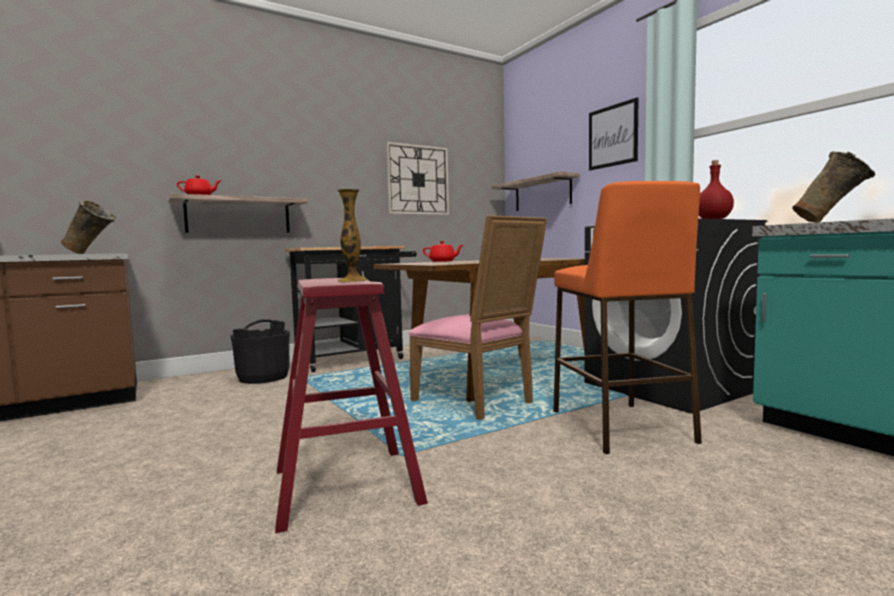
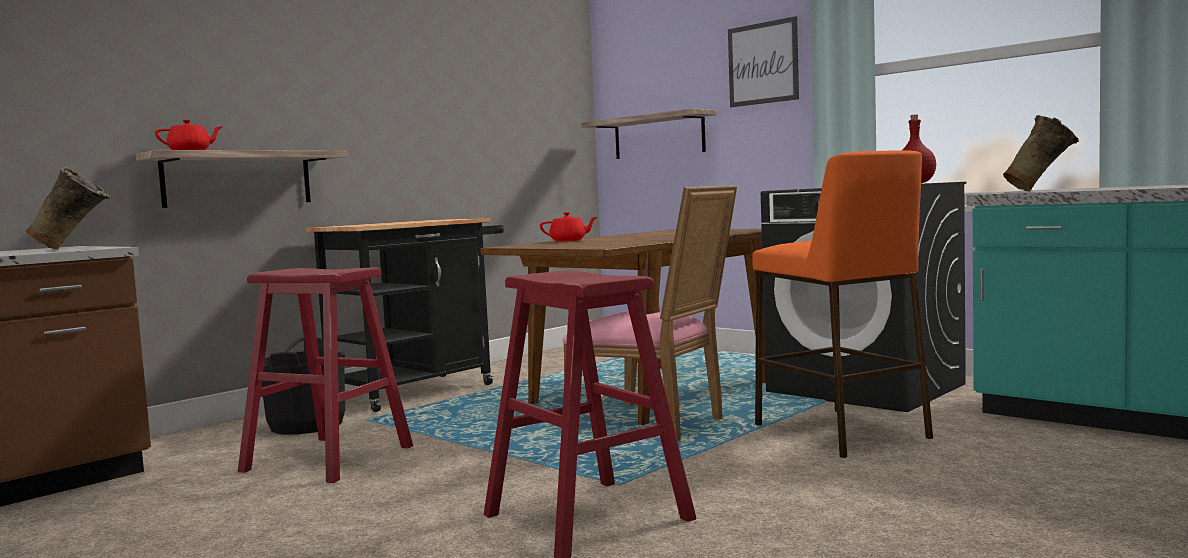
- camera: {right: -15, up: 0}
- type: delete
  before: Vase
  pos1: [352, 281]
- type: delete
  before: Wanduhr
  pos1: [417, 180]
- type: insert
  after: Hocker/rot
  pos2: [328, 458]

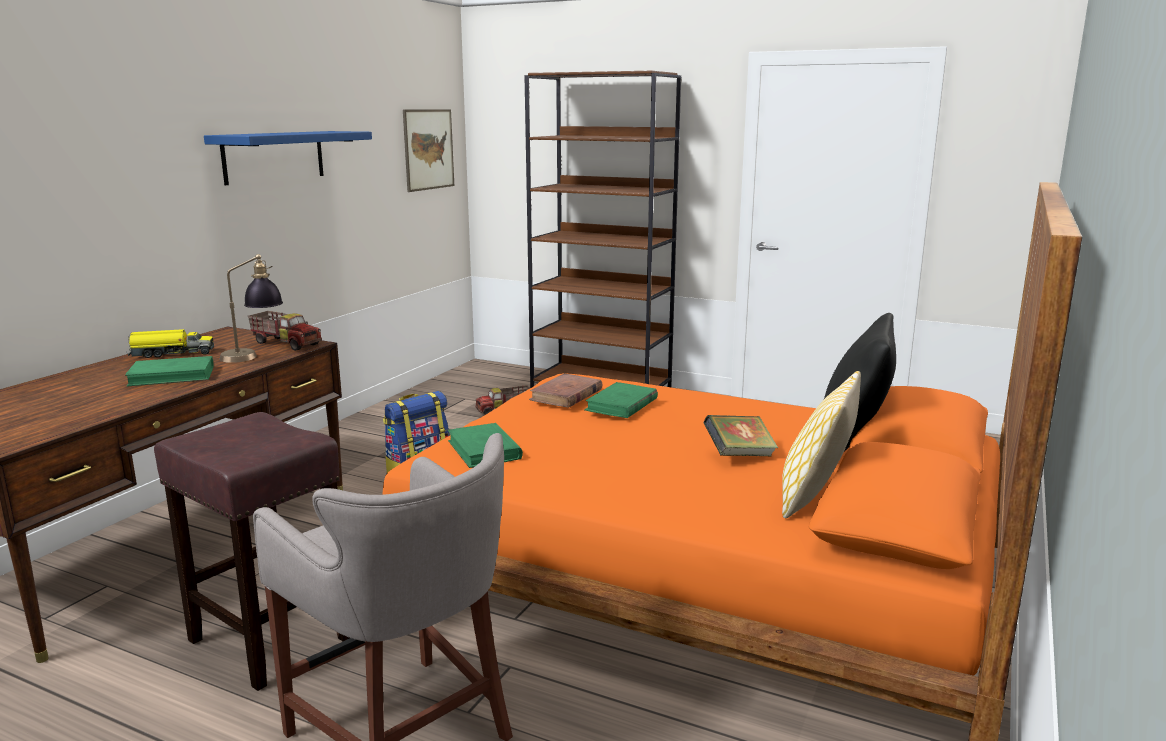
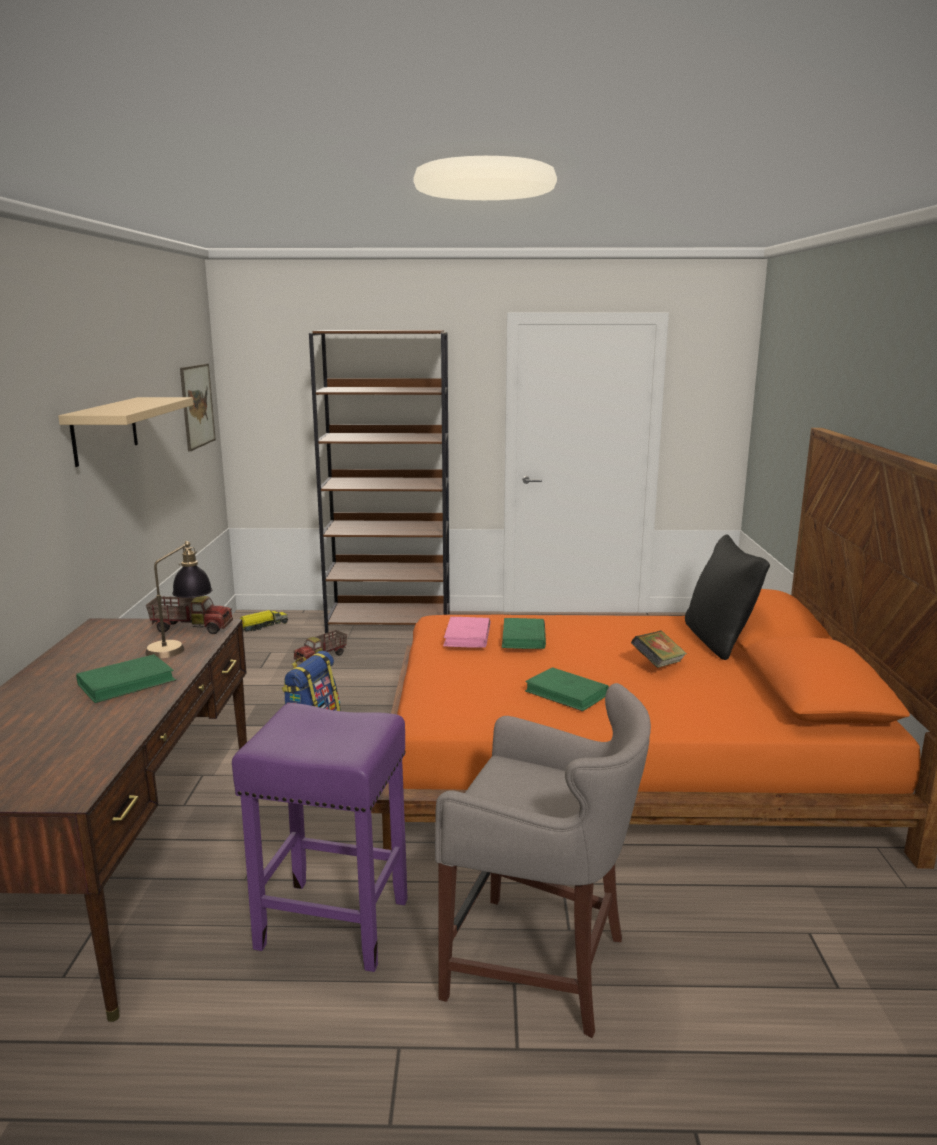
- camera: {right: -25, up: 0}
- type: delete
  before: Kissen
  pos1: [815, 498]
- type: move
  before: Spielzeuglaster
  pos1: [171, 354]
  pos2: [263, 626]
- type: move
  before: Buch/grün
  pos1: [484, 450]
  pos2: [567, 693]
- type: recolor
  before: Hocker/braun
  after: Hocker/lila
  pos1: [267, 639]
  pos2: [330, 924]
- type: recolor
  before: Wandregal/blau
  after: Wandregal/beige
  pos1: [274, 156]
  pos2: [105, 430]
- type: recolor
  before: Buch/braun
  after: Buch/rosa
  pos1: [566, 395]
  pos2: [467, 636]

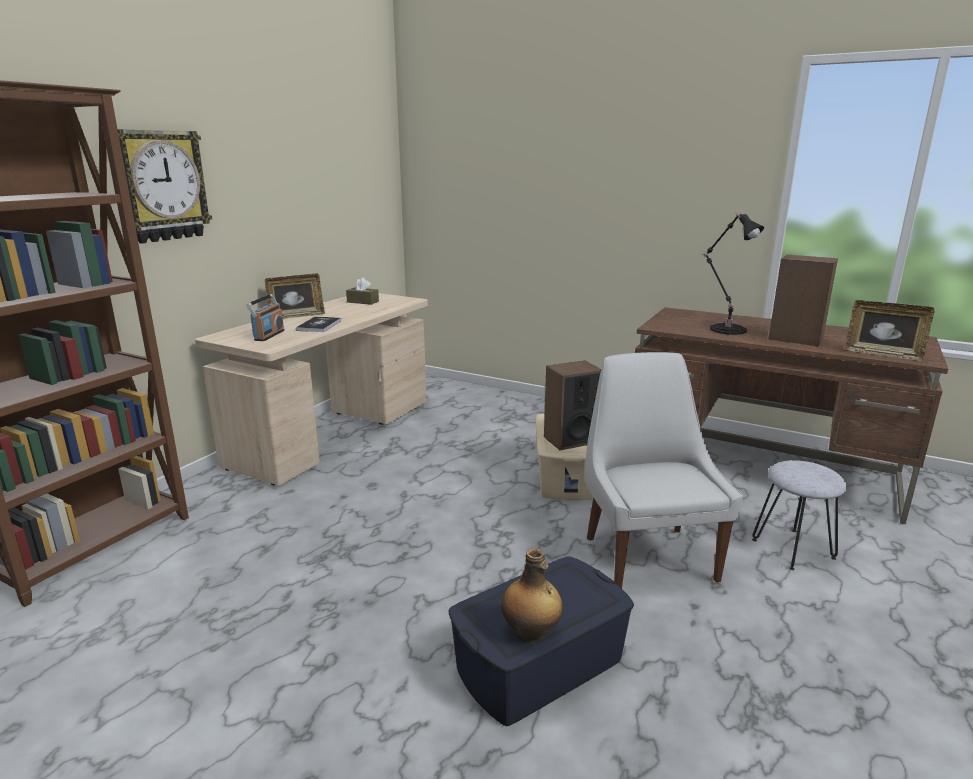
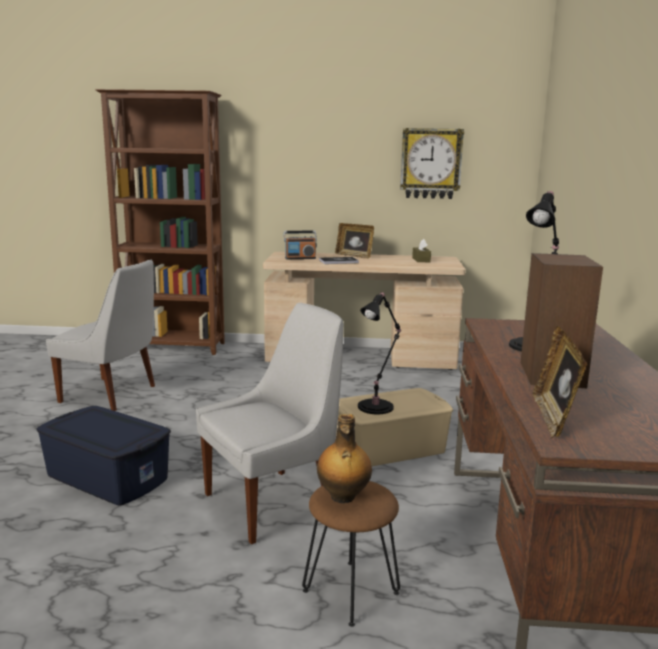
- camera: {right: 65, up: -5}
- type: insert
  after: Stuhl/weiß
  pos2: [111, 394]
- type: move
  before: Wanduhr
  pos1: [161, 186]
  pos2: [431, 163]
- type: move
  before: Flasche
  pos1: [531, 634]
  pos2: [342, 497]
- type: replace
  before: Lautsprecher
  after: Tischlampe/schwarz
  pos1: [570, 440]
  pos2: [377, 406]
- type: recolor
  before: Hocker/grau
  after: Hocker/braun
  pos1: [792, 549]
  pos2: [350, 591]

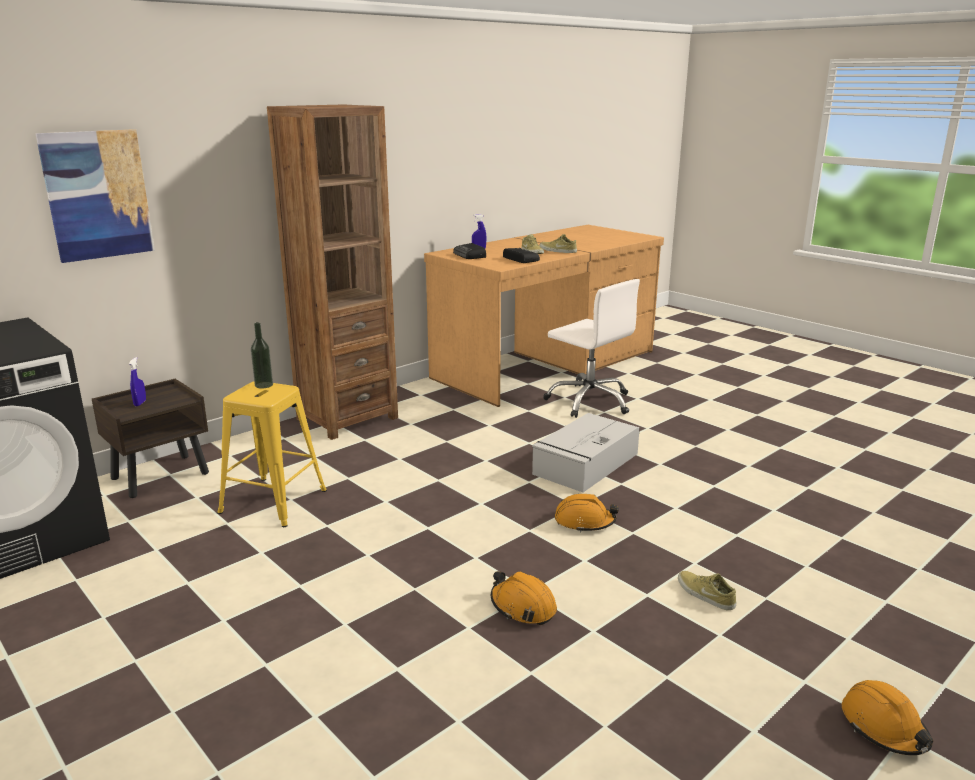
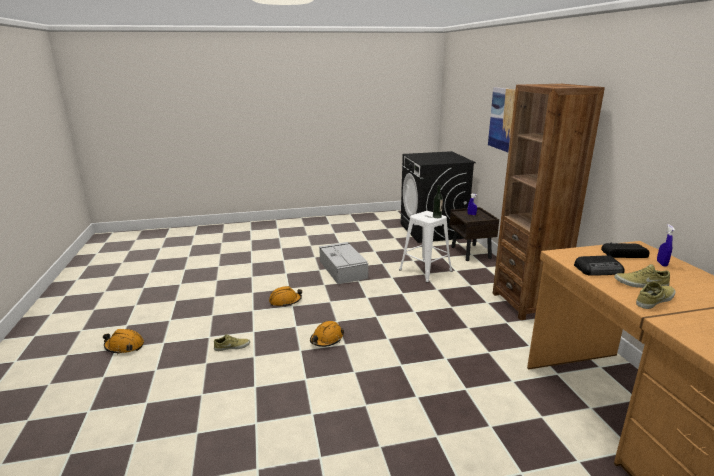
- camera: {right: 120, up: 0}
- type: delete
  before: Bürostuhl/weiß
  pos1: [589, 401]
- type: move
  before: Aufbewahrungsbox/grau
  pos1: [585, 464]
  pos2: [342, 269]
- type: recolor
  before: Hocker/gelb
  after: Hocker/weiß
  pos1: [273, 500]
  pos2: [426, 270]

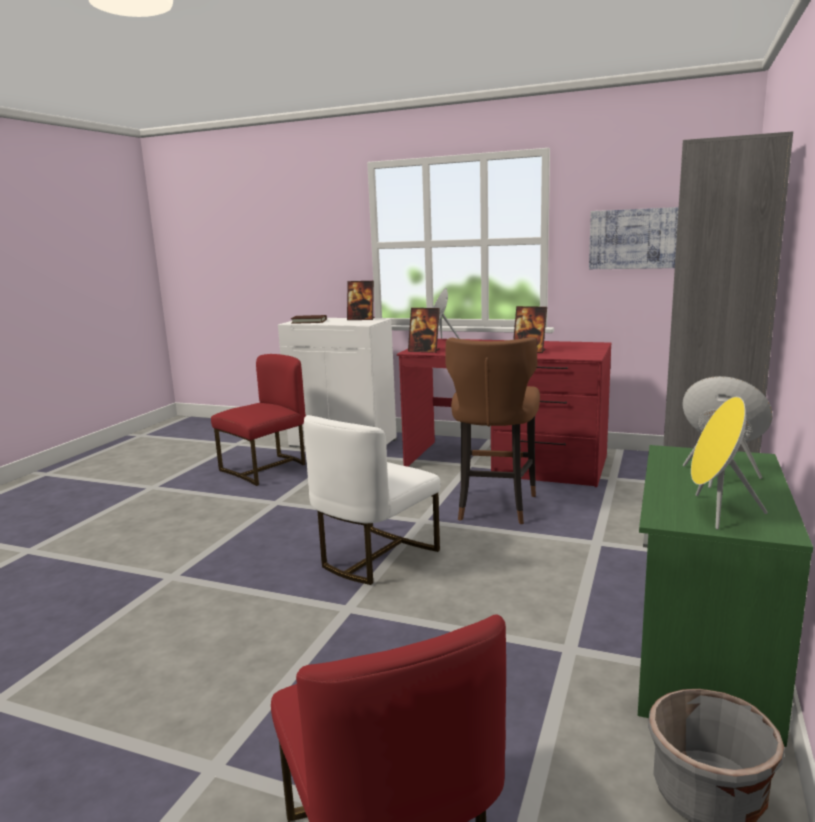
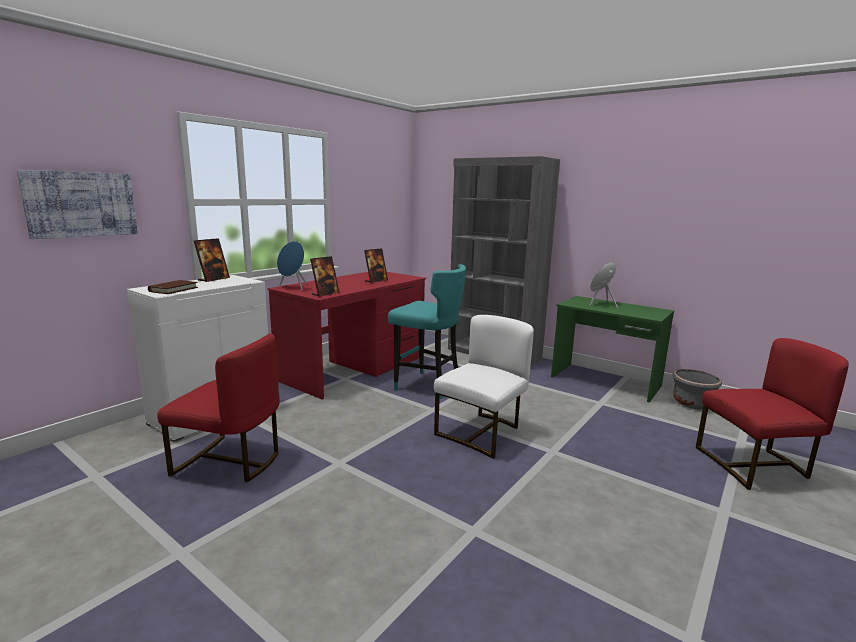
- camera: {right: -75, up: 0}
- type: delete
  before: Lautsprecher/gelb
  pos1: [716, 512]
- type: move
  before: Bild
  pos1: [634, 239]
  pos2: [81, 204]
- type: recolor
  before: Hocker/braun
  after: Hocker/türkis
  pos1: [494, 506]
  pos2: [427, 386]
- type: rotate
  before: Stuhl/rot
  pos1: [266, 468]
  pos2: [230, 461]
  turn: 135
- type: rotate
  before: Stuhl/weiß
  pos1: [375, 557]
  pos2: [481, 433]
  turn: -105

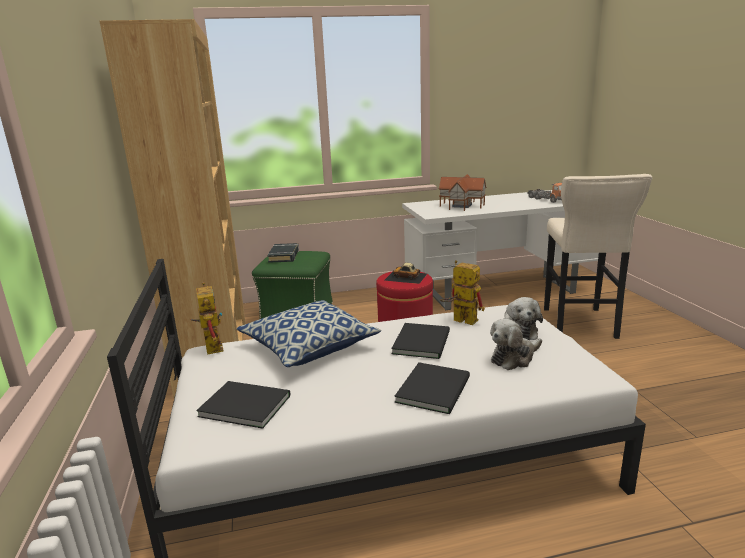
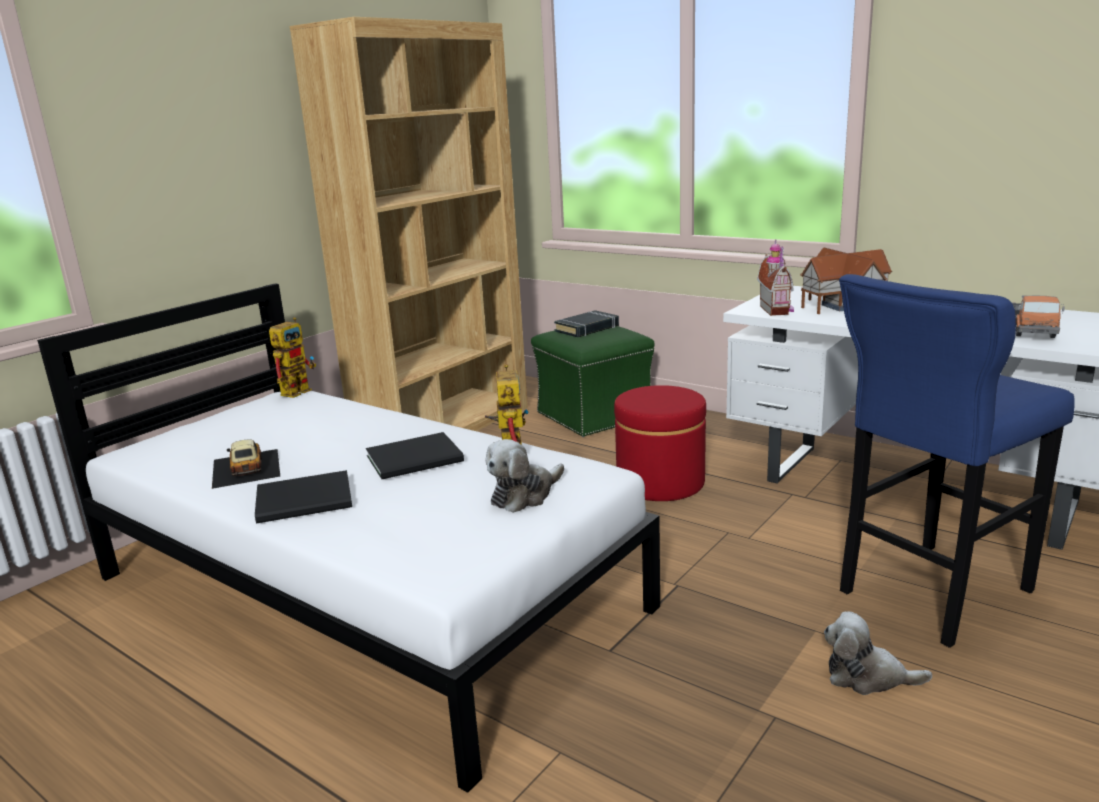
- camera: {right: 50, up: 0}
- type: delete
  before: Buch/schwarz
  pos1: [244, 404]
- type: delete
  before: Kissen
  pos1: [309, 347]
- type: insert
  after: Spielzeughaus
  pos2: [778, 310]
- type: move
  before: Spielzeugauto
  pos1: [406, 277]
  pos2: [245, 468]
- type: move
  before: Plüschtier
  pos1: [514, 358]
  pos2: [867, 676]
- type: recolor
  before: Hocker/beige
  after: Hocker/blau
  pos1: [579, 325]
  pos2: [929, 595]

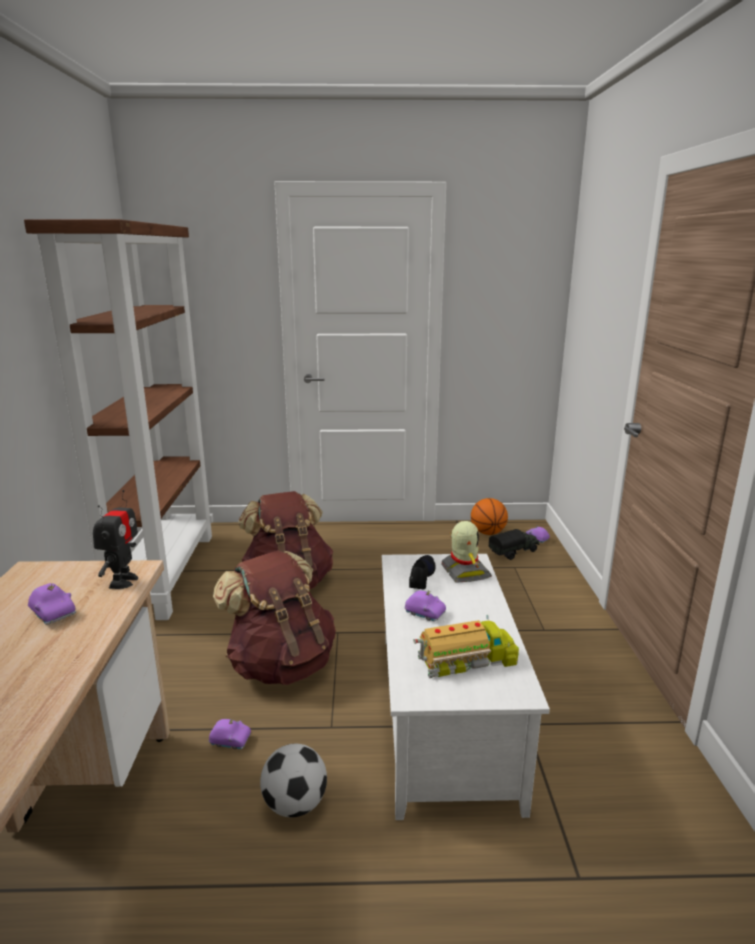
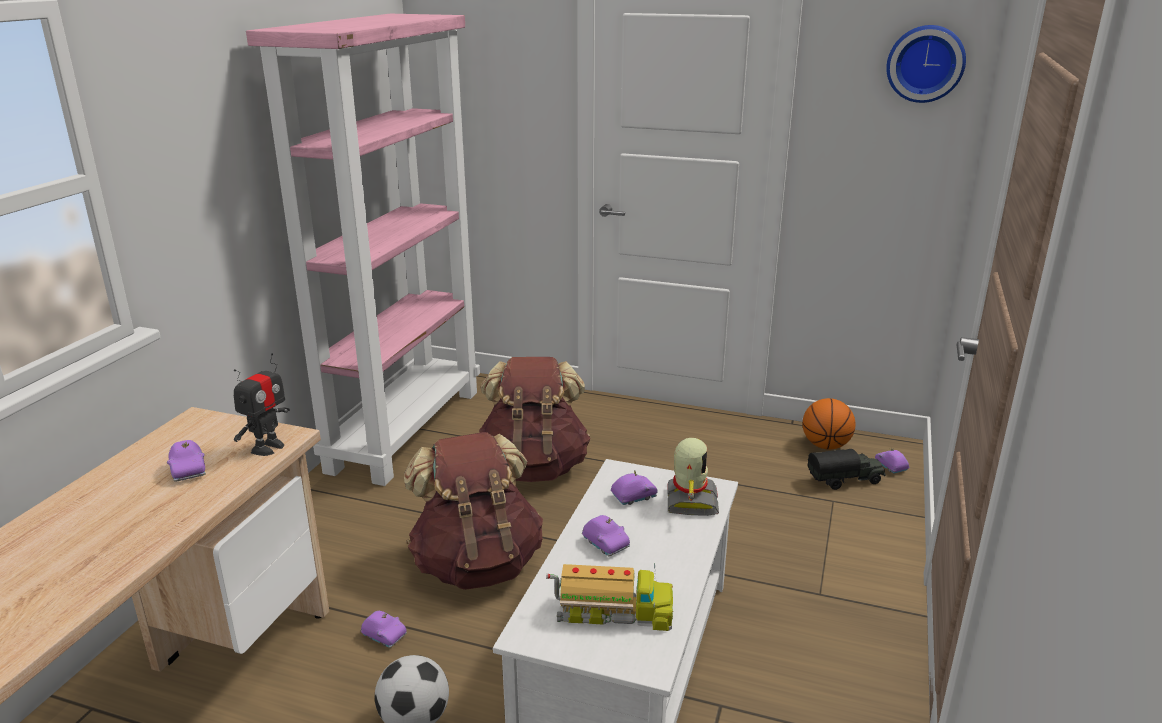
- camera: {right: 20, up: 5}
- type: insert
  after: Wanduhr
  pos2: [925, 63]
- type: replace
  before: Schuh/schwarz
  after: Spielzeugauto/lila
  pos1: [421, 576]
  pos2: [633, 496]
- type: recolor
  before: Bücherregal/braun
  after: Bücherregal/rosa
  pos1: [164, 572]
  pos2: [405, 428]

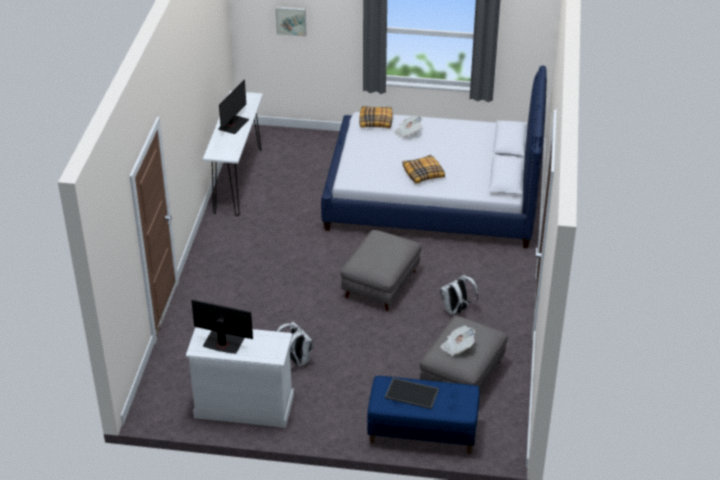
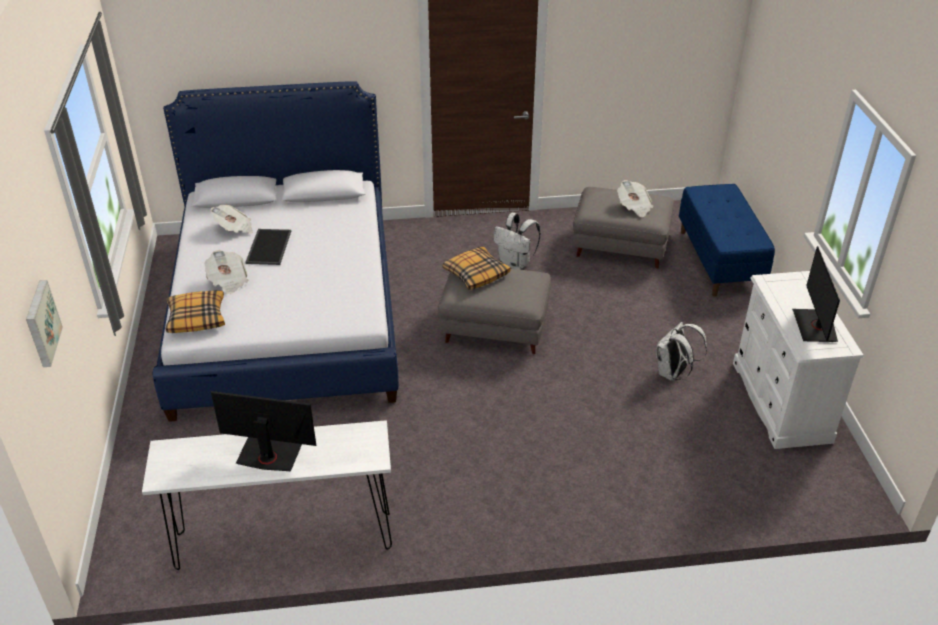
- camera: {right: -105, up: 0}
- type: insert
  after: Zeitung
  pos2: [234, 228]
- type: move
  before: Tablett
  pos1: [412, 393]
  pos2: [268, 246]
- type: move
  before: Kissen
  pos1: [423, 173]
  pos2: [476, 274]

